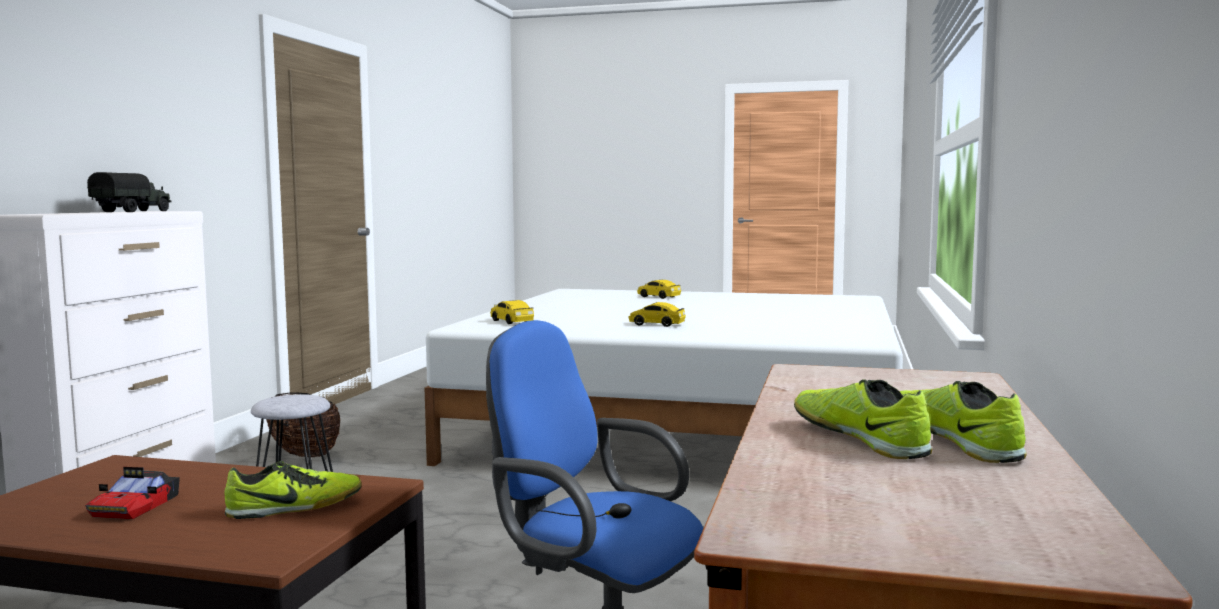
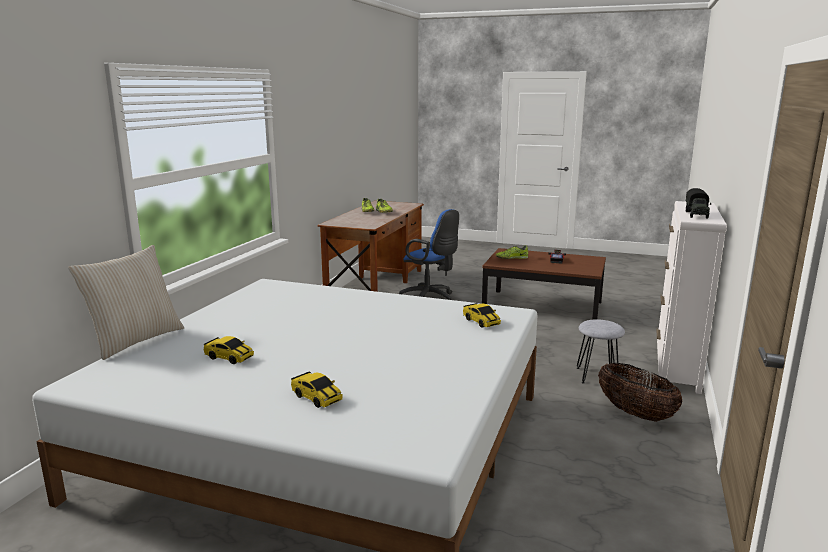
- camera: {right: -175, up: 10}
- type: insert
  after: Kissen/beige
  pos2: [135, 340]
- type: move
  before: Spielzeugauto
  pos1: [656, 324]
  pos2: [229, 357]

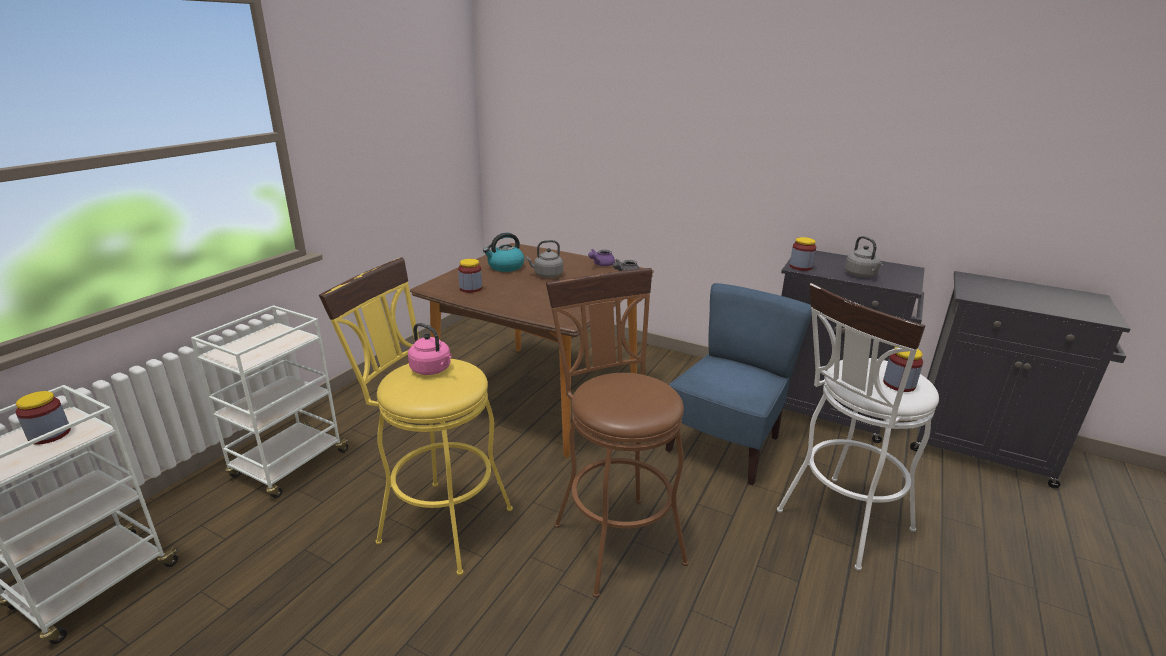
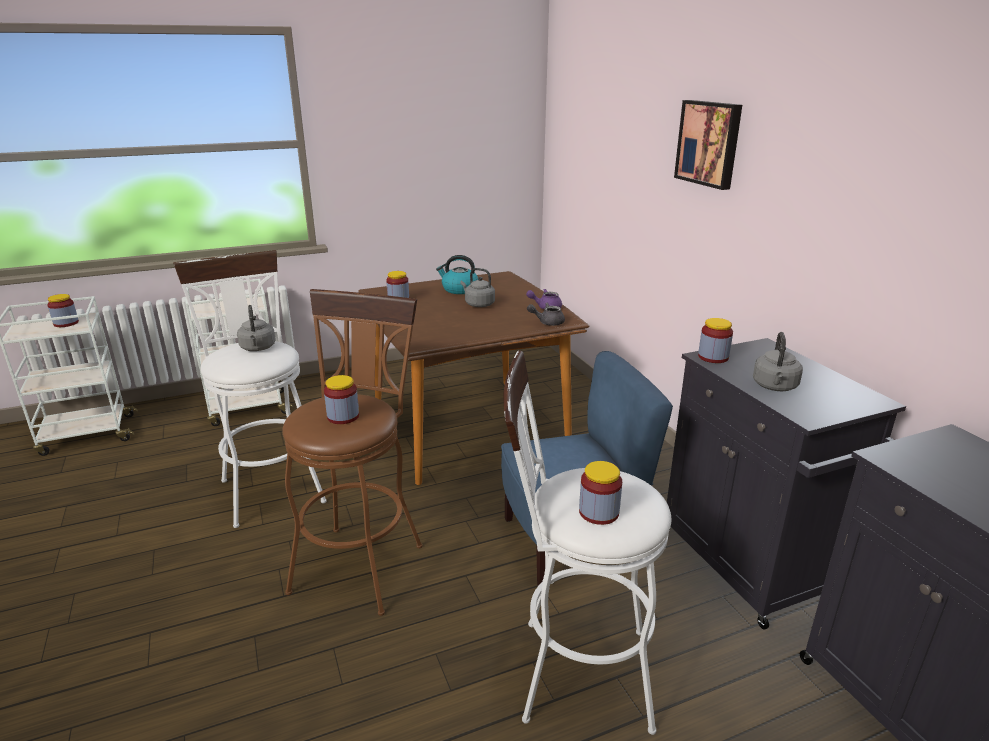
- camera: {right: 40, up: 0}
- type: insert
  after: Vorratsglas
  pos2: [343, 416]
- type: insert
  after: Bild
  pos2: [709, 143]
- type: recolor
  before: Hocker/gelb
  after: Hocker/weiß
  pos1: [436, 522]
  pos2: [270, 485]
- type: recolor
  before: Wasserkessel/rosa
  after: Wasserkessel/grau
  pos1: [432, 370]
  pos2: [258, 348]

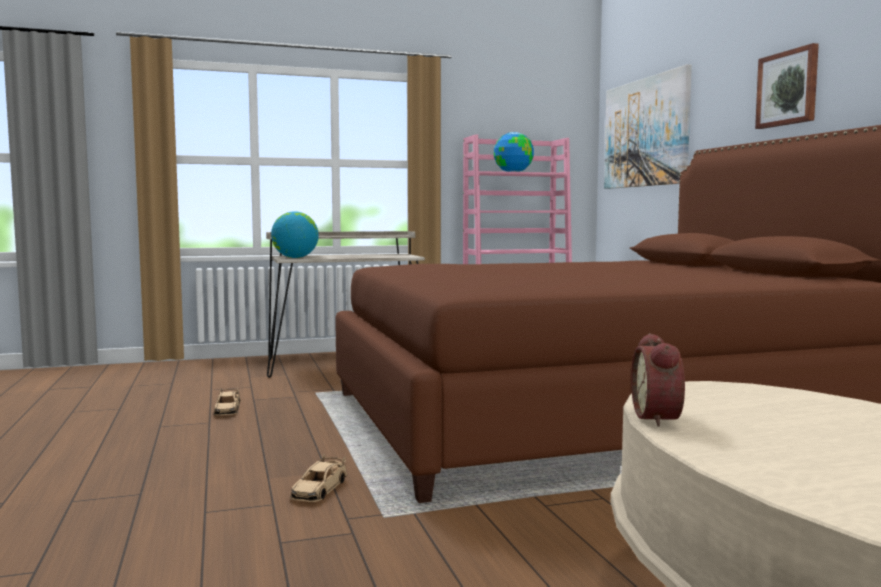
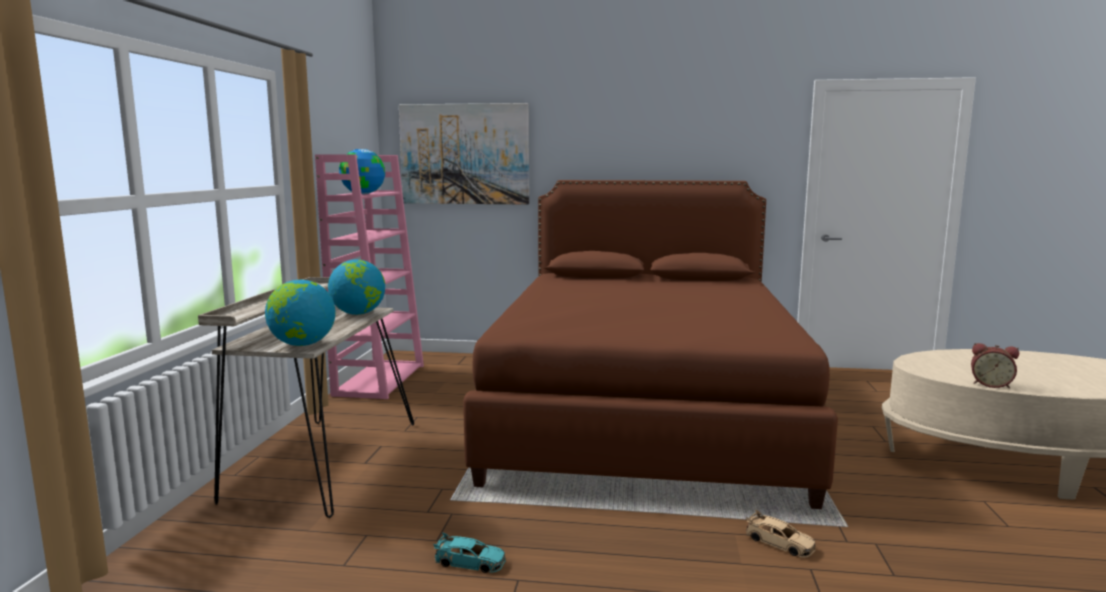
- camera: {right: -65, up: 5}
- type: delete
  before: Bild
  pos1: [788, 88]
- type: insert
  after: Globus
  pos2: [358, 314]
- type: recolor
  before: Spielzeugauto/beige
  after: Spielzeugauto/türkis
  pos1: [227, 410]
  pos2: [469, 562]

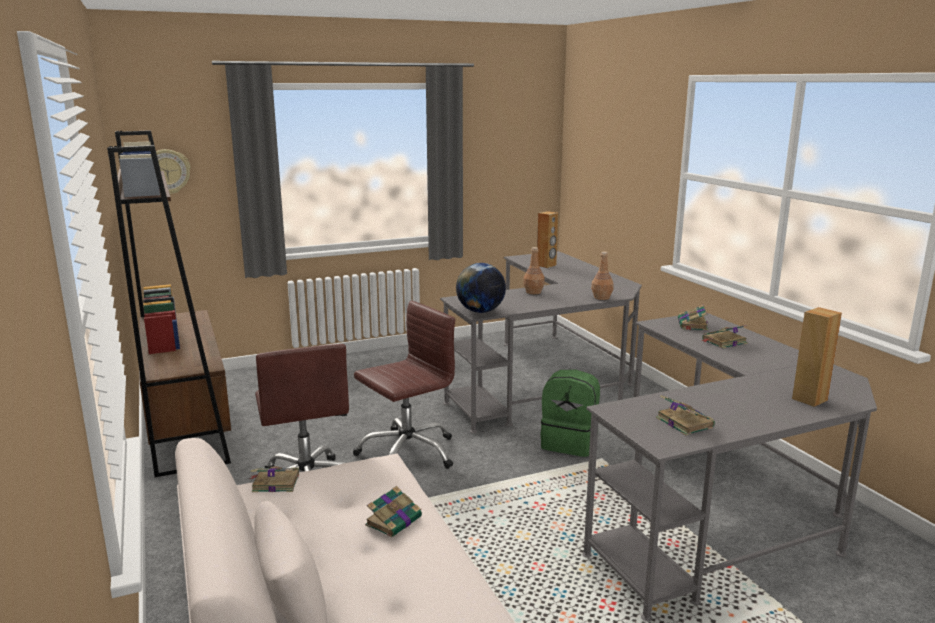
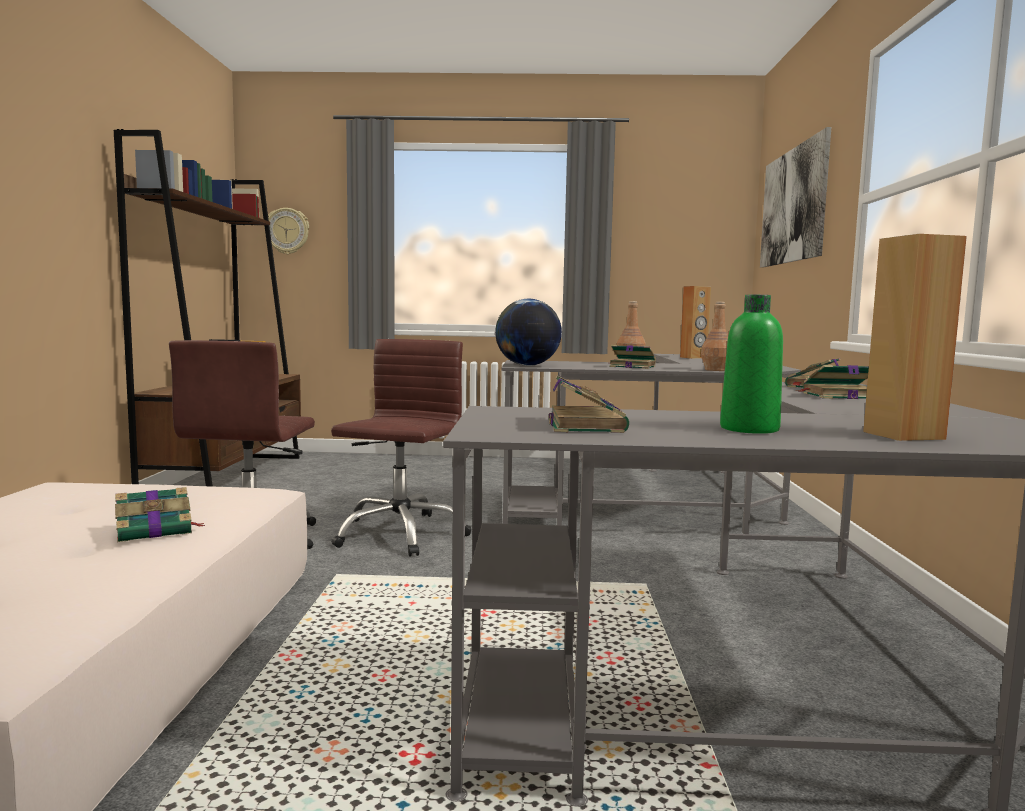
- camera: {right: 25, up: -10}
- type: delete
  before: Rucksack/grün
  pos1: [570, 443]
- type: insert
  after: Flasche/grün
  pos2: [749, 429]
- type: insert
  after: Bild
  pos2: [793, 206]
- type: move
  before: Buch
  pos1: [274, 483]
  pos2: [631, 366]
- type: rotate
  before: Bürostuhl/braun
  pos1: [407, 452]
  pos2: [399, 534]
  turn: -60

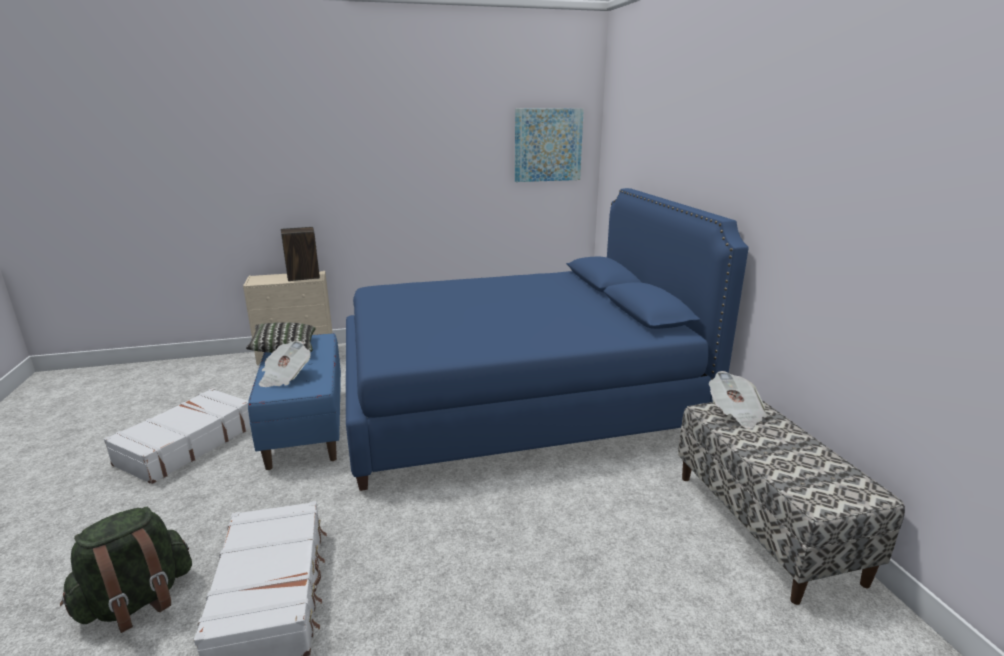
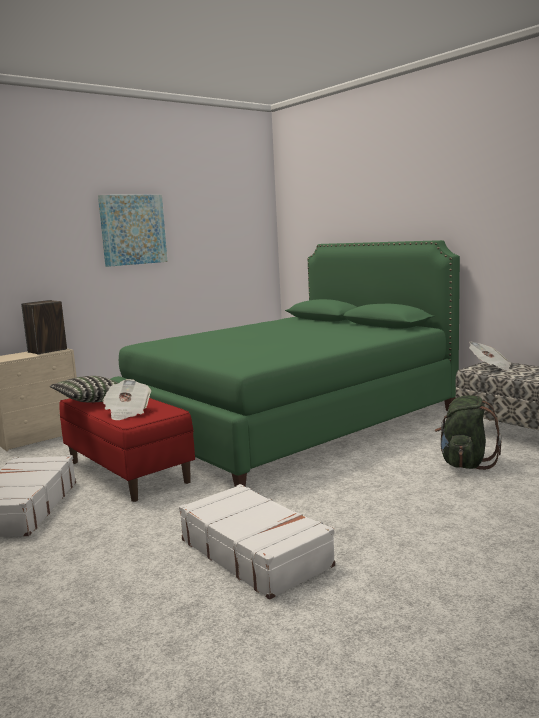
- camera: {right: -25, up: -10}
- type: move
  before: Rucksack/grün
  pos1: [137, 601]
  pos2: [465, 463]
- type: move
  before: Bild
  pos1: [548, 145]
  pos2: [133, 230]
- type: recolor
  before: Bank/blau
  after: Bank/rot
  pos1: [306, 425]
  pos2: [128, 472]
- type: recolor
  before: Bett/blau
  after: Bett/grün
  pos1: [514, 400]
  pos2: [289, 422]

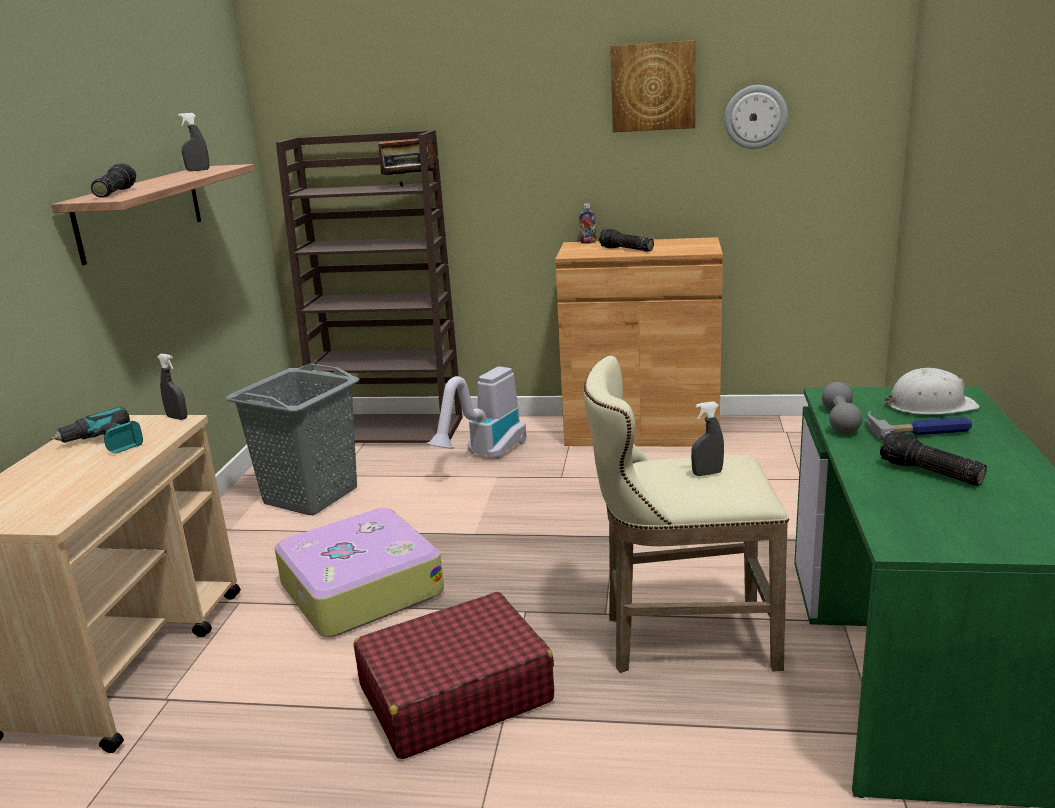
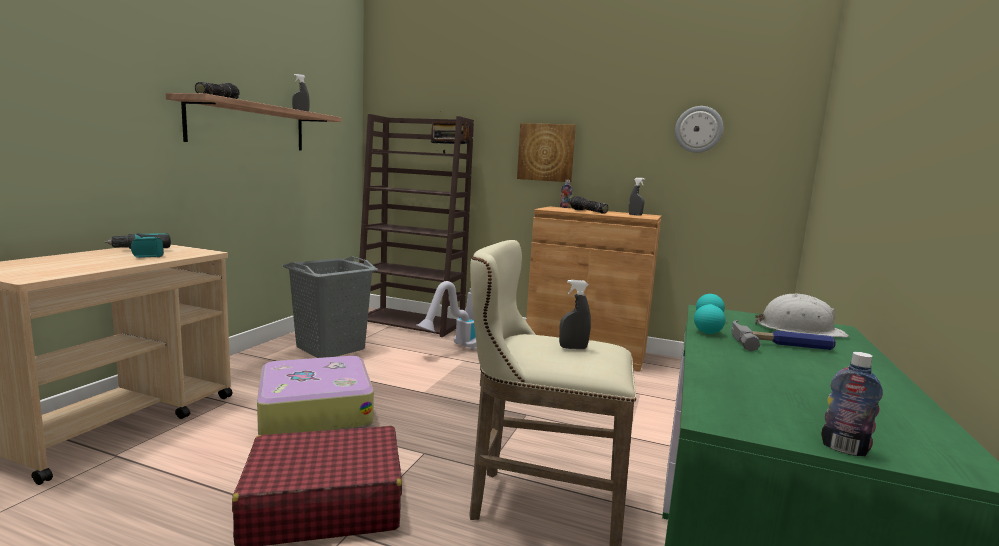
- camera: {right: 10, up: -10}
- type: delete
  before: Taschenlampe
  pos1: [929, 473]
- type: insert
  after: Flasche
  pos2: [844, 448]
- type: move
  before: Sprühflasche/grau
  pos1: [177, 418]
  pos2: [635, 215]
- type: move
  before: Bild
  pos1: [653, 87]
  pos2: [546, 152]
- type: recolor
  before: Hantel/grau
  after: Hantel/türkis
  pos1: [840, 421]
  pos2: [708, 326]

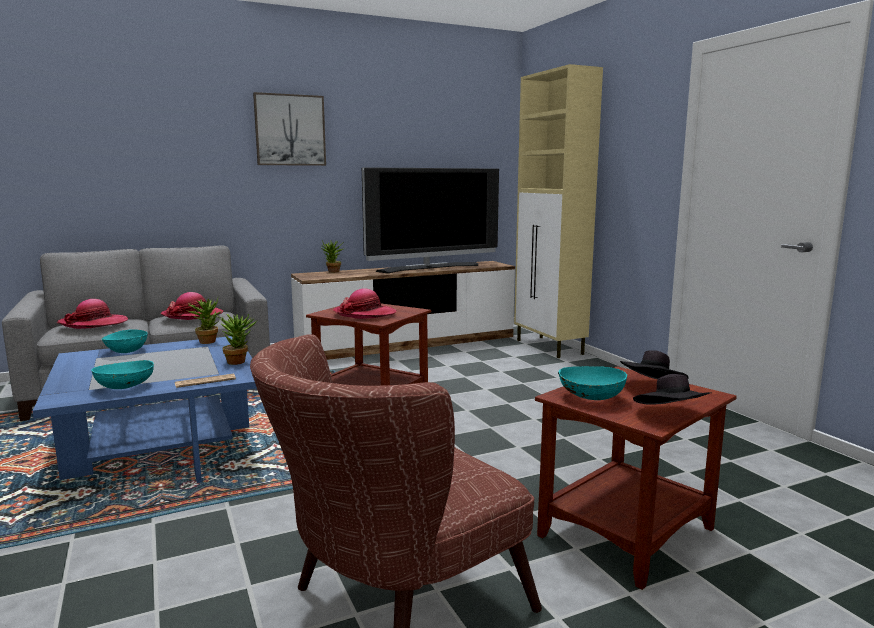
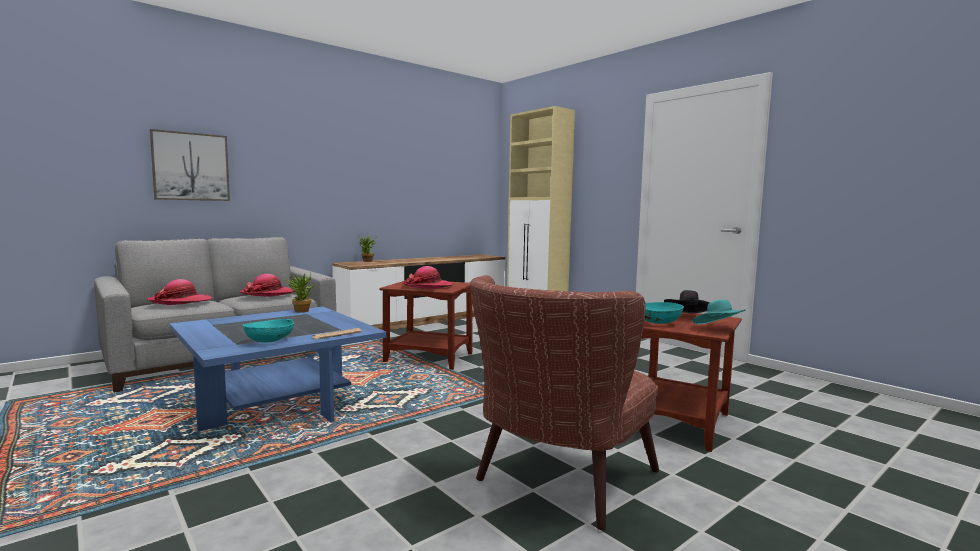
- camera: {right: -15, up: -5}
- type: delete
  before: Schüssel/türkis
  pos1: [126, 351]
- type: delete
  before: Topfpflanze
  pos1: [239, 361]
- type: delete
  before: Fernseher
  pos1: [430, 268]
- type: move
  before: Bild
  pos1: [290, 130]
  pos2: [191, 166]
- type: recolor
  before: Hut/schwarz
  after: Hut/türkis
  pos1: [671, 416]
  pos2: [718, 329]

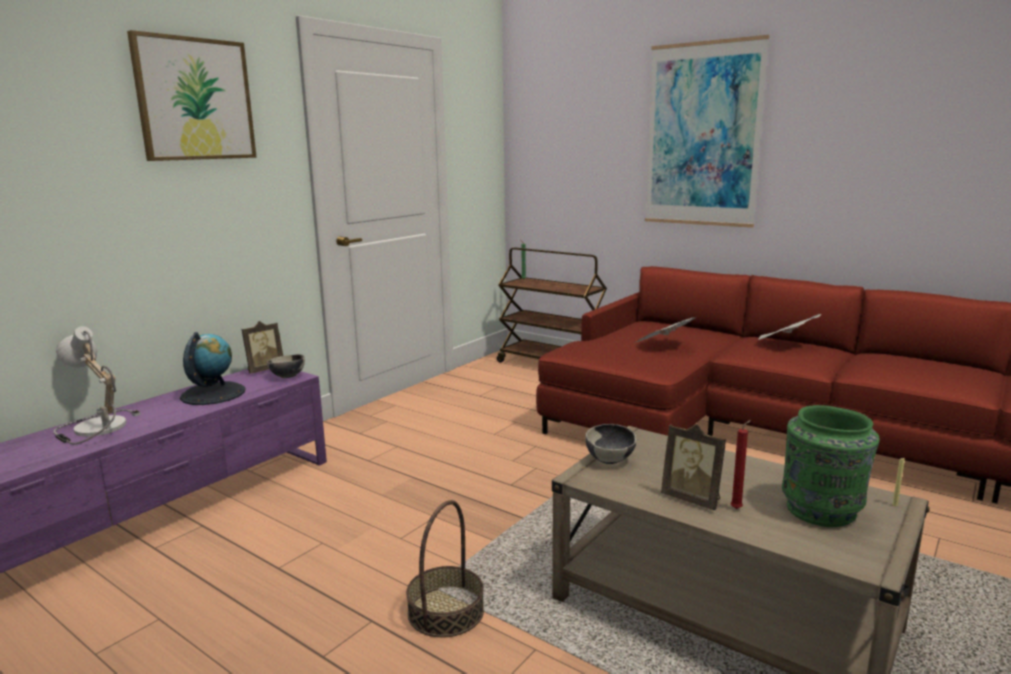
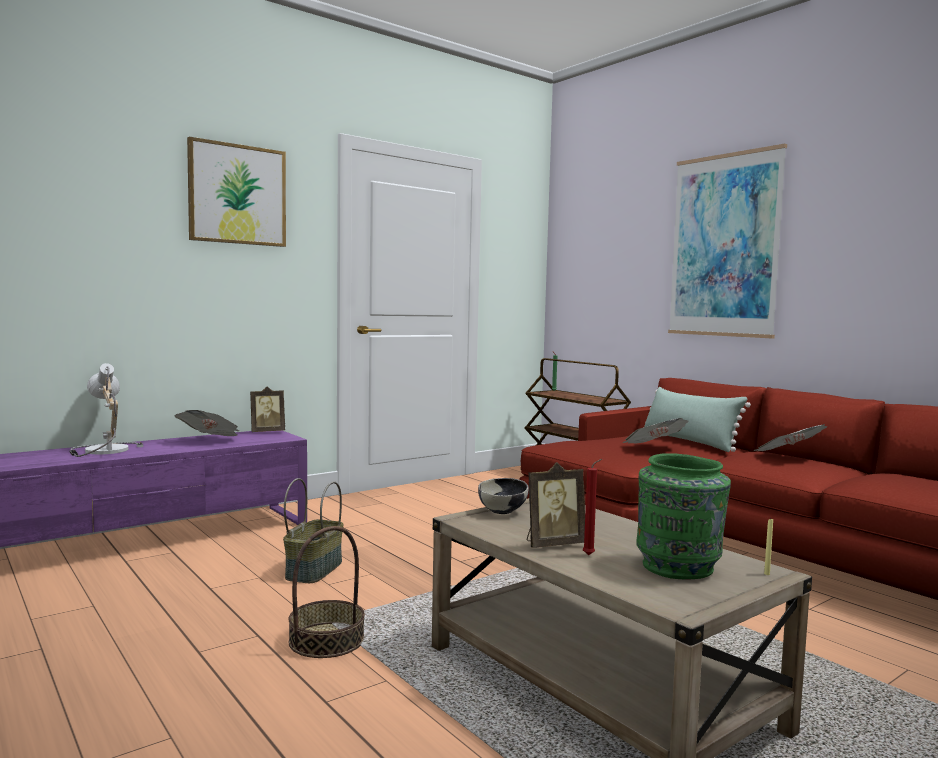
- camera: {right: 15, up: -10}
- type: delete
  before: Schüssel
  pos1: [287, 376]
- type: insert
  after: Korb
  pos2: [313, 569]
- type: insert
  after: Kissen/grün
  pos2: [689, 441]
- type: replace
  before: Globus
  after: Zeitung
  pos1: [213, 393]
  pos2: [210, 441]
- type: rotate
  before: Bilderrahmen
  pos1: [693, 499]
  pos2: [552, 544]
  turn: -75

